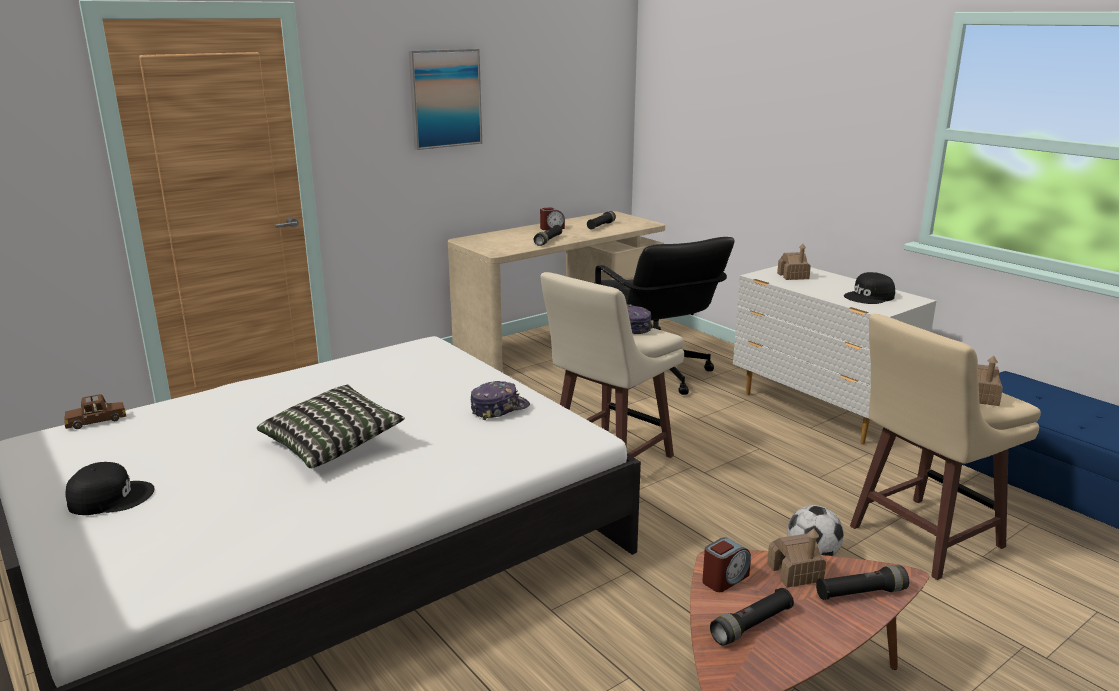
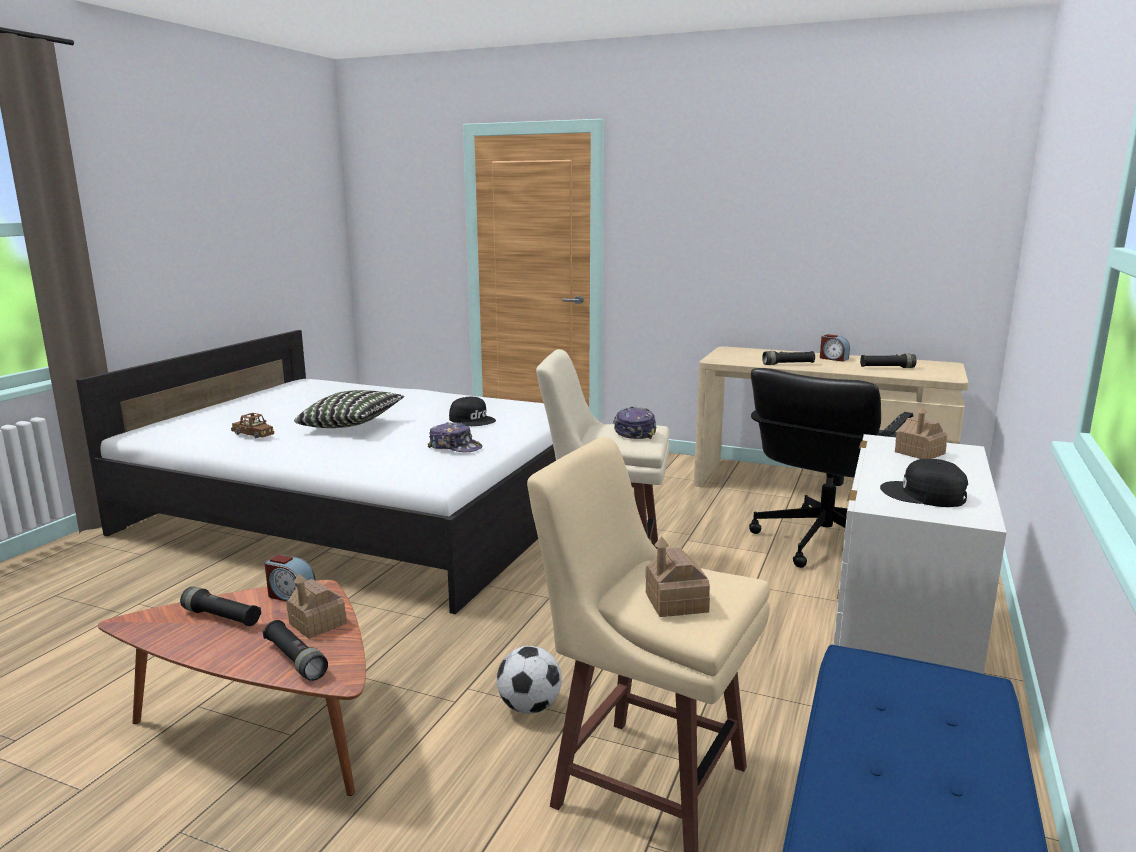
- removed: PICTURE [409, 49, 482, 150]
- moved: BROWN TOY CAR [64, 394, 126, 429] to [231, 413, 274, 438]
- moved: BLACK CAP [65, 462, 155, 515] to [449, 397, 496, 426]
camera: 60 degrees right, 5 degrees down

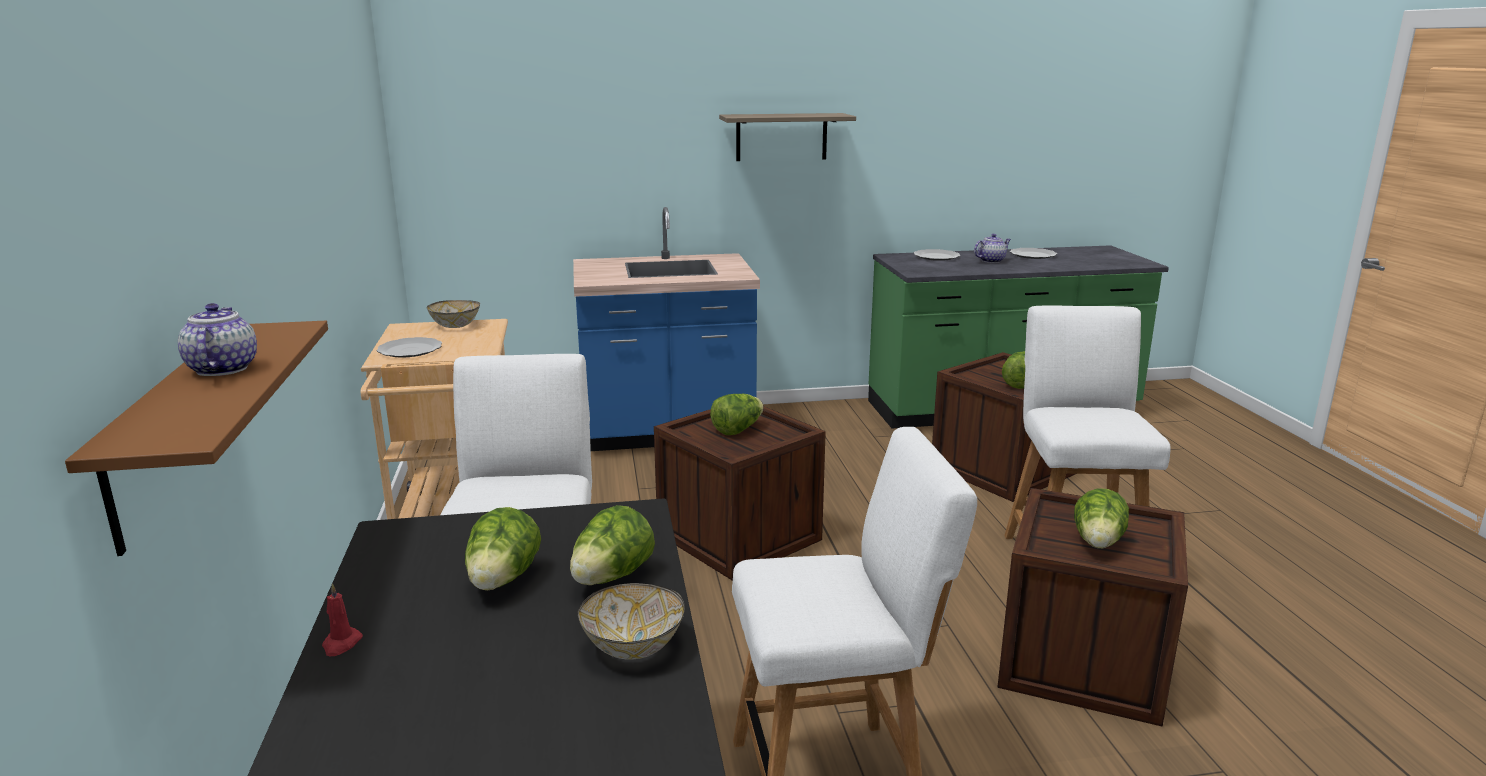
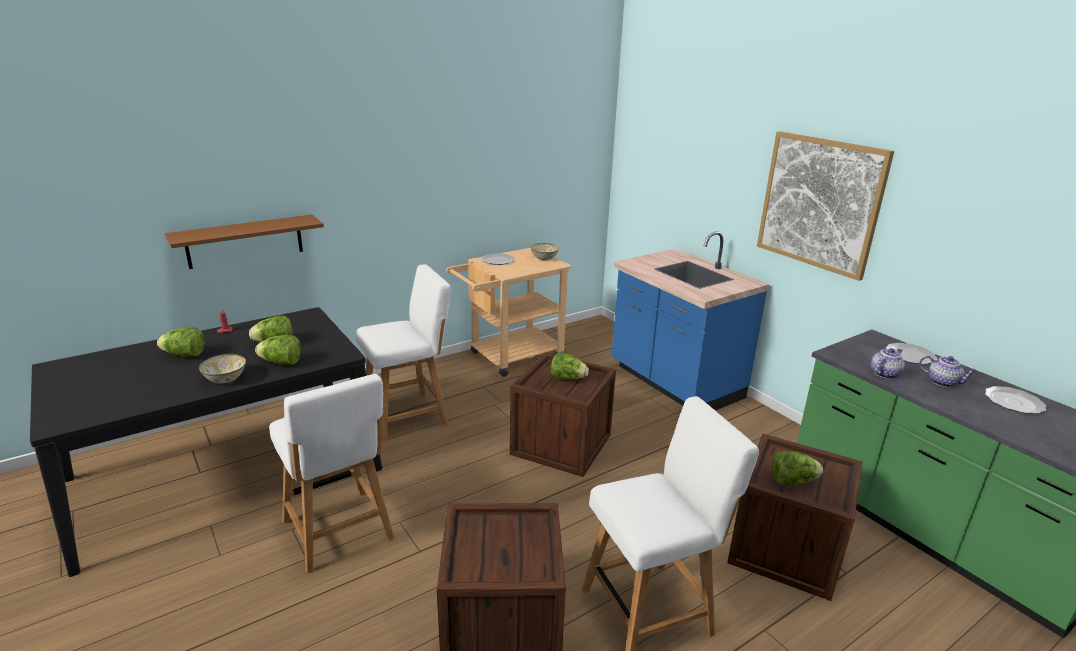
- replaced: SHELF [719, 113, 856, 161] to PICTURE [757, 131, 894, 281]
- moved: TEAPOT [178, 303, 257, 376] to [871, 348, 905, 379]
- moved: LETTUCE [1074, 488, 1129, 548] to [157, 327, 205, 357]
camera: 65 degrees right, 5 degrees up

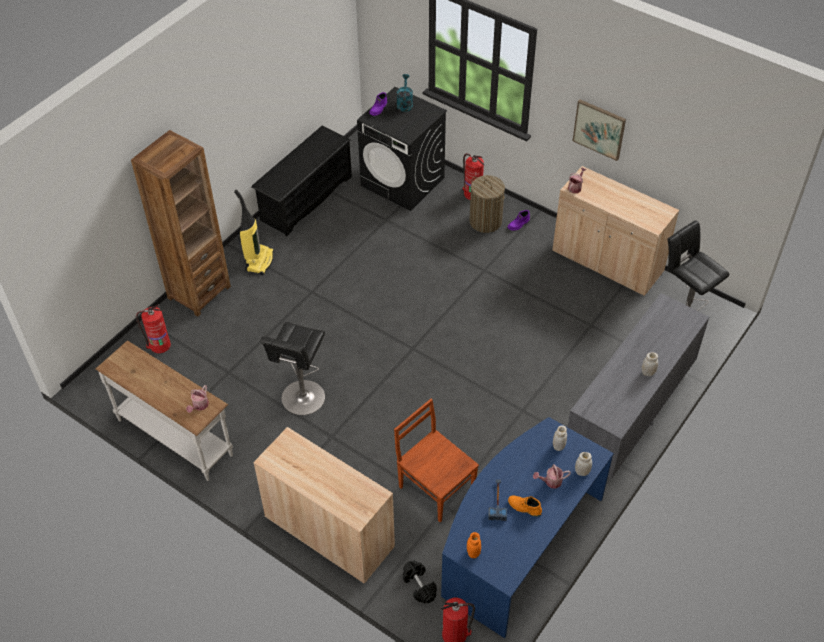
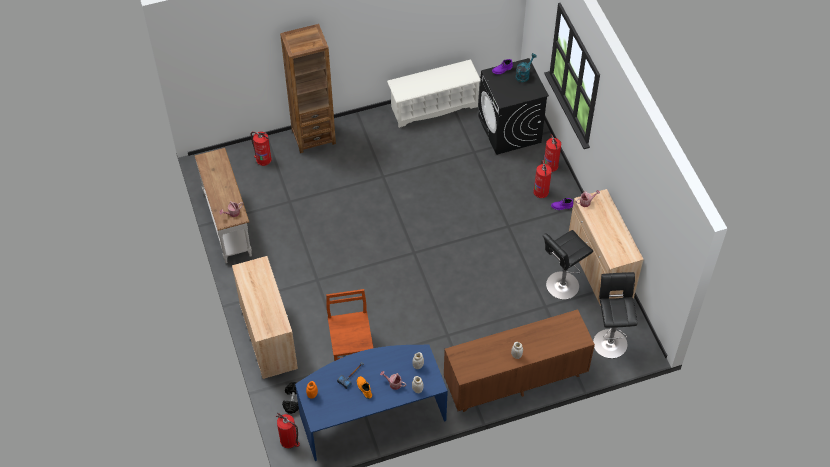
- removed: PICTURE [573, 100, 626, 161]
- recoloured: BLACK SHOE RACK [251, 126, 352, 237] to WHITE SHOE RACK [387, 60, 481, 128]
- replaced: LAUNDRY BASKET [469, 175, 505, 233] to FIRE EXTINGUISHER [534, 160, 552, 198]
- removed: VACUUM CLEANER [234, 190, 274, 275]
- recoloured: GREY DRESSER [567, 293, 709, 479] to BROWN DRESSER [444, 309, 595, 412]
- moved: BLACK STOOL [260, 322, 325, 415] to [543, 230, 593, 300]
camera: 35 degrees right, 5 degrees up

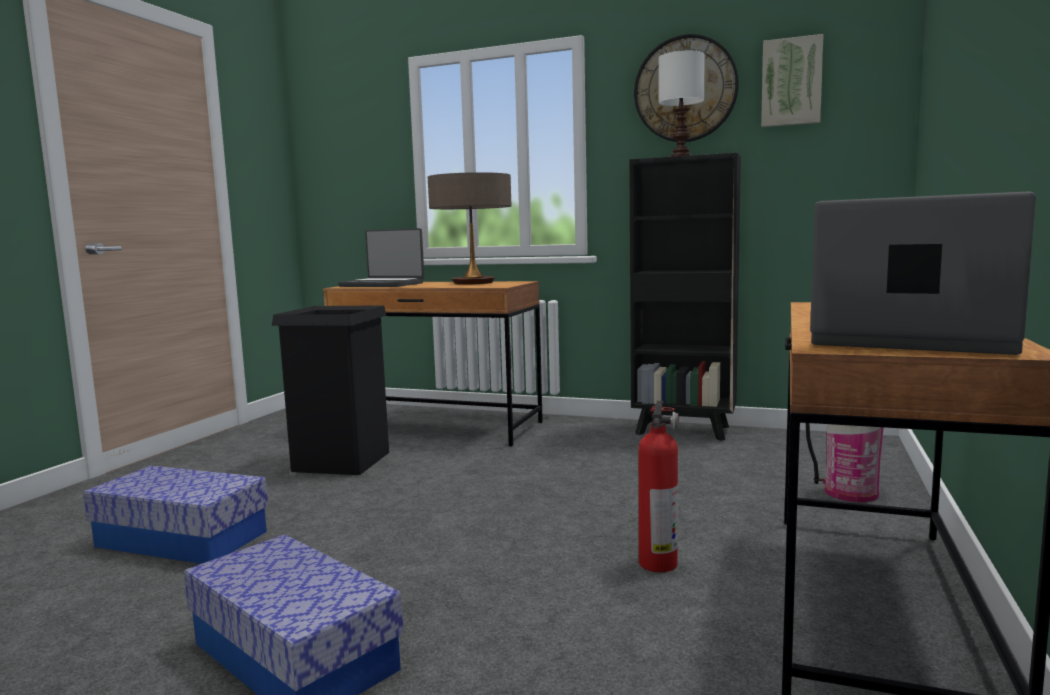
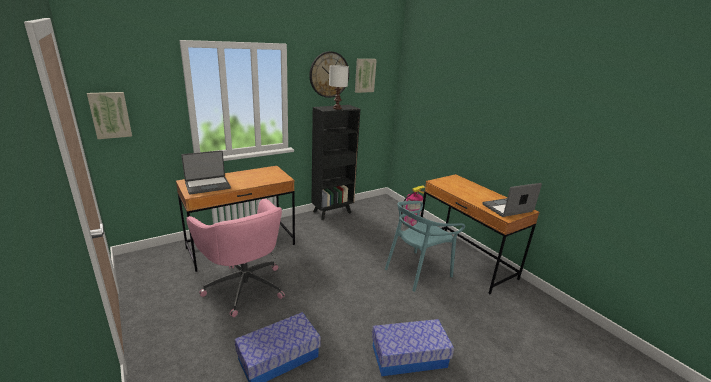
- removed: TABLE LAMP [428, 172, 511, 285]
- replaced: BLACK TRASH CAN [272, 305, 389, 475] to PINK OFFICE CHAIR [186, 199, 285, 317]
- replaced: FIRE EXTINGUISHER [639, 401, 679, 572] to TURQUOISE CHAIR [385, 201, 465, 292]
- added: PICTURE [87, 92, 132, 139]
camera: 55 degrees left, 15 degrees up

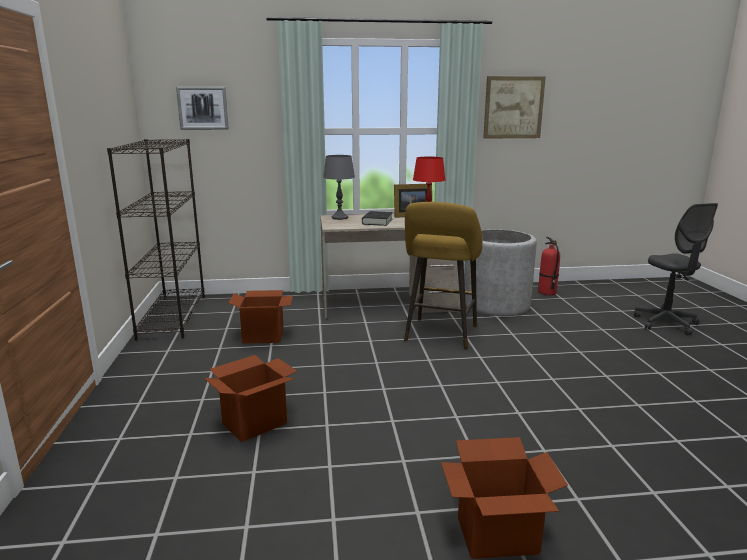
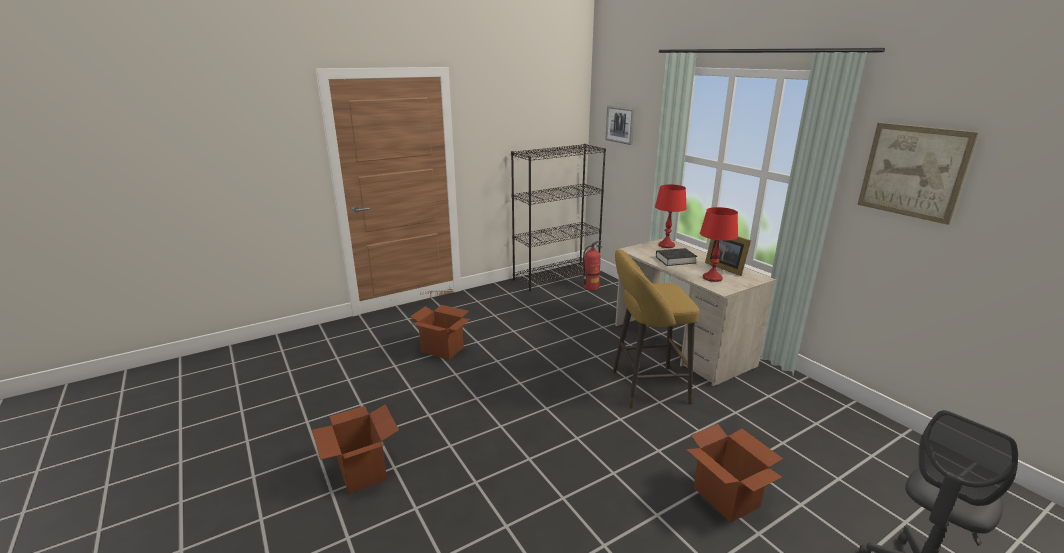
- recoloured: GREY TABLE LAMP [323, 155, 355, 220] to RED TABLE LAMP [655, 184, 687, 248]
- removed: GREY PLANTER [464, 229, 537, 316]
- moved: FIRE EXTINGUISHER [538, 237, 560, 295] to [583, 240, 601, 291]
- moved: CARDBOARD BOX [228, 290, 293, 343] to [686, 424, 783, 523]
camera: 65 degrees right, 5 degrees up

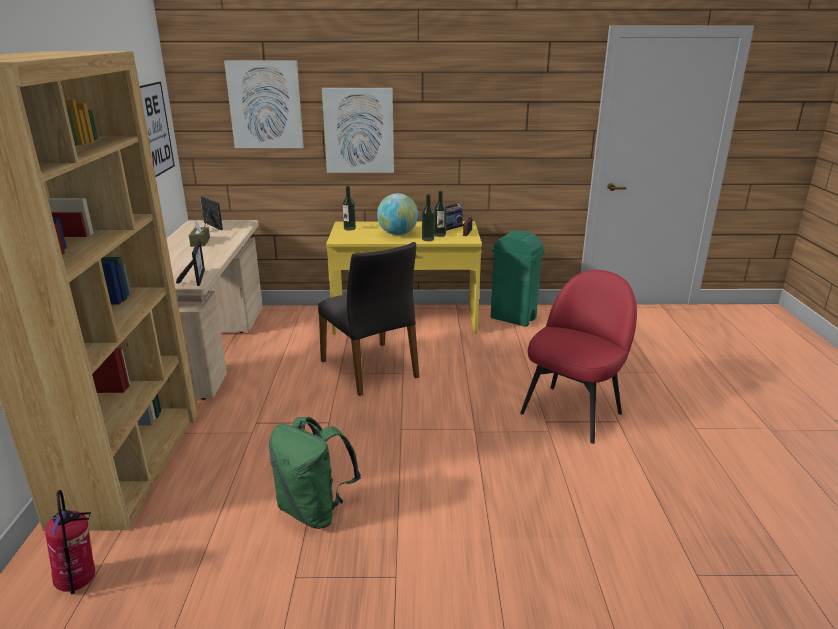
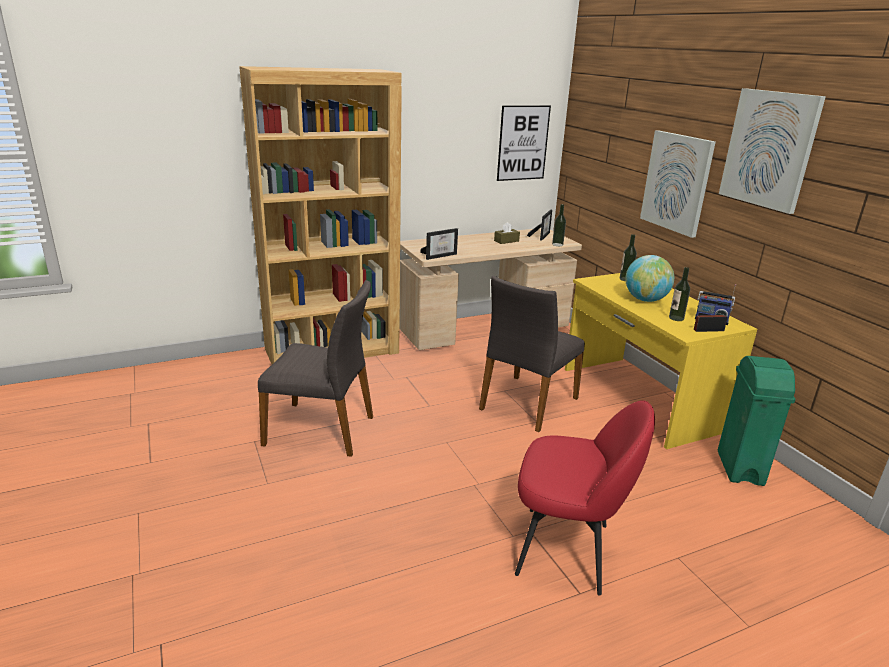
- moved: PICTURE [224, 61, 304, 148] to [719, 88, 826, 214]
- moved: BOTTLE [422, 194, 435, 241] to [552, 204, 566, 246]
- replaced: GREEN BACKPACK [269, 417, 361, 529] to GREY CHAIR [258, 280, 373, 457]
- removed: FIRE EXTINGUISHER [45, 490, 95, 594]
camera: 65 degrees right, 0 degrees up

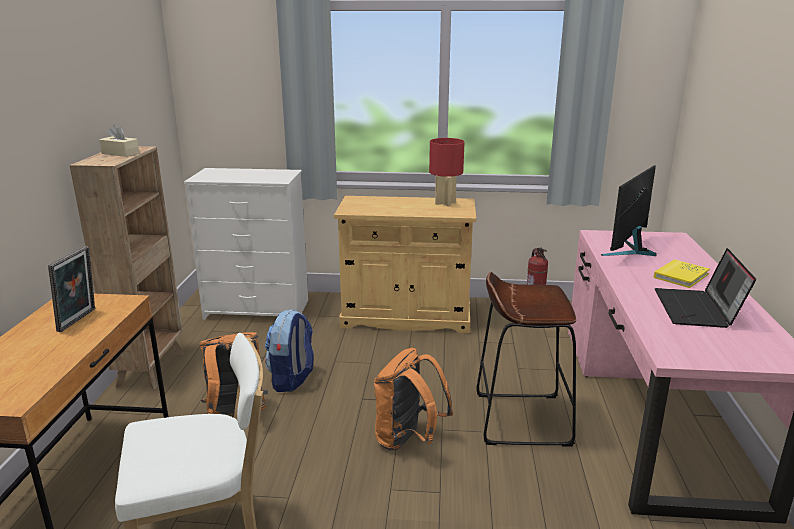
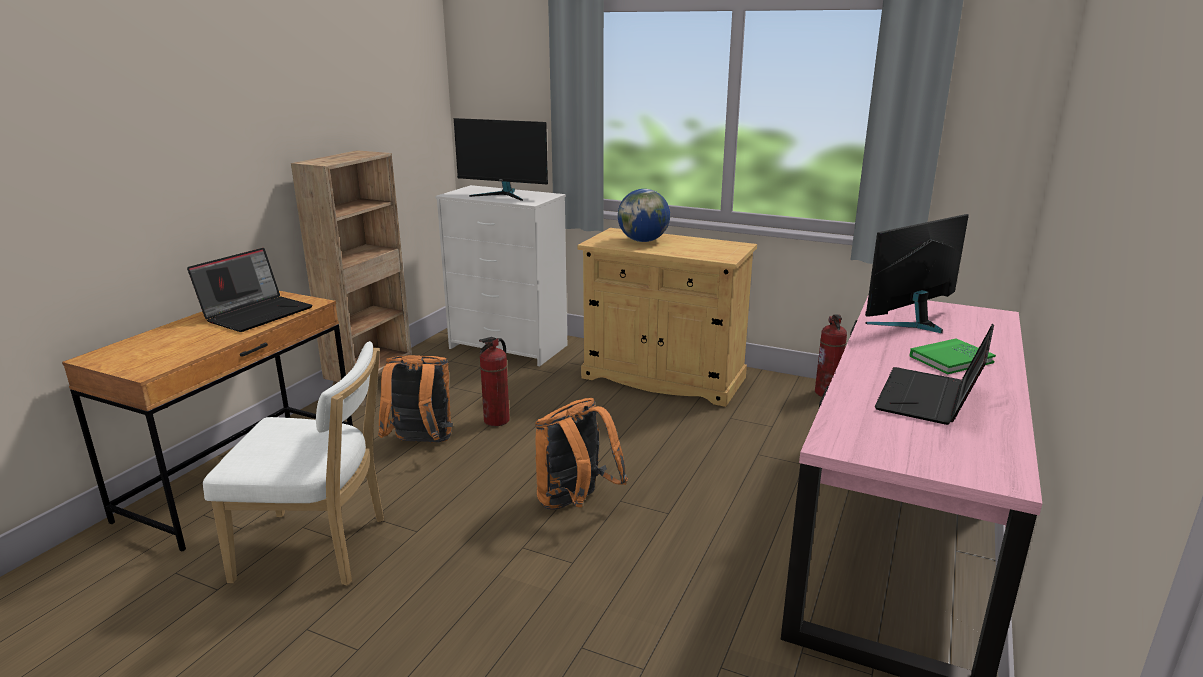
- removed: BEIGE TISSUE BOX [99, 125, 139, 157]
- removed: RED TABLE LAMP [429, 138, 465, 206]
- replaced: PICTURE FRAME [48, 246, 95, 332] to LAPTOP [187, 248, 313, 332]
- recoloured: YELLOW BOOK [653, 259, 710, 288] to GREEN BOOK [910, 338, 996, 374]
- removed: BROWN STOOL [477, 272, 577, 447]
- replaced: BACKPACK [265, 309, 314, 392] to FIRE EXTINGUISHER [479, 337, 510, 426]
- added: MONITOR [454, 118, 548, 201]
- added: GLOBE [618, 189, 670, 242]
camera: 20 degrees right, 0 degrees up

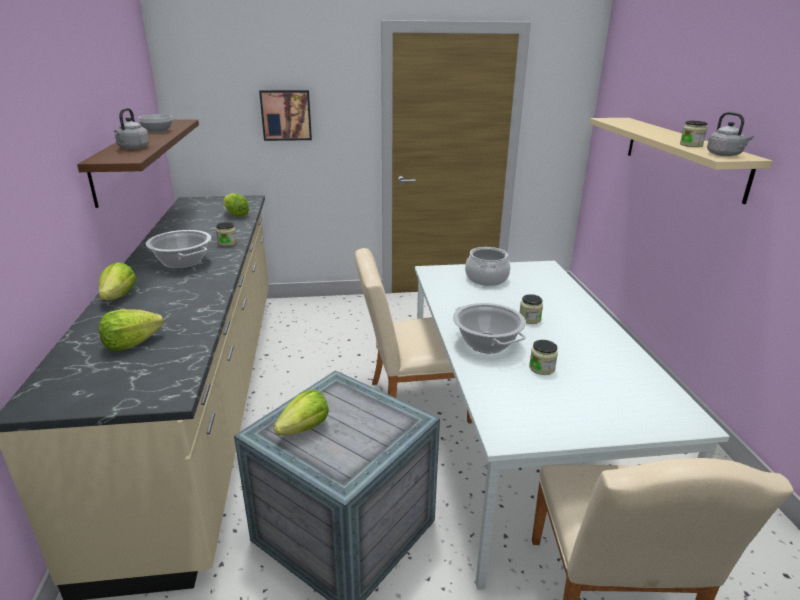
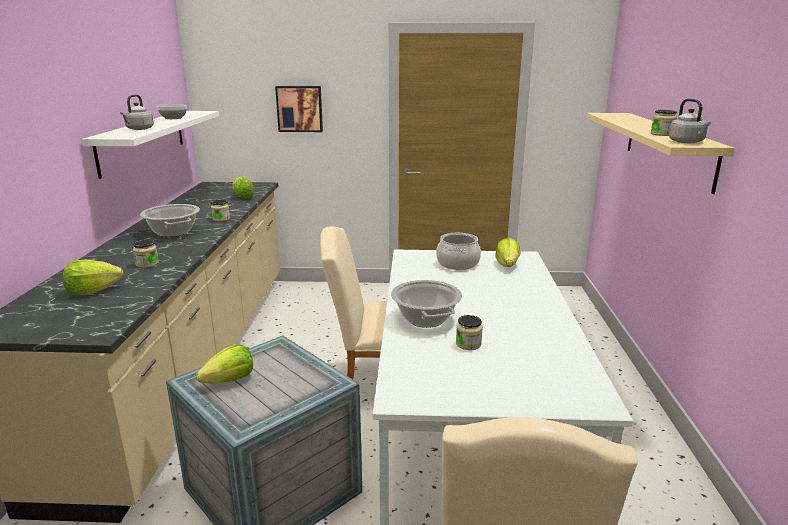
- recoloured: BROWN SHELF [77, 119, 199, 208] to WHITE SHELF [82, 111, 219, 179]
- moved: LETTUCE [99, 262, 136, 300] to [495, 238, 521, 267]
- moved: JAR [520, 294, 543, 324] to [133, 239, 159, 268]
camera: 10 degrees right, 5 degrees down

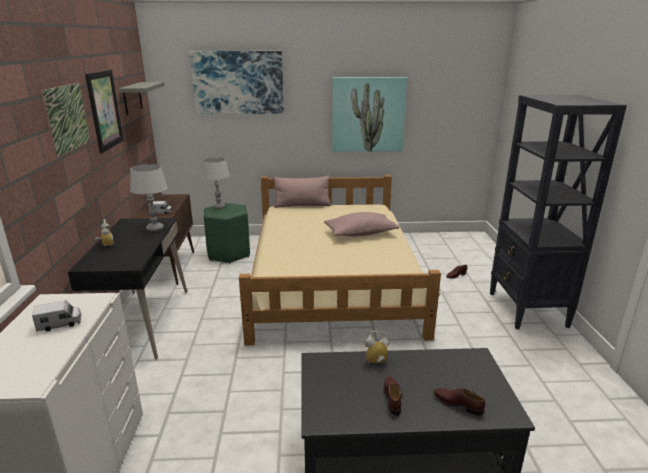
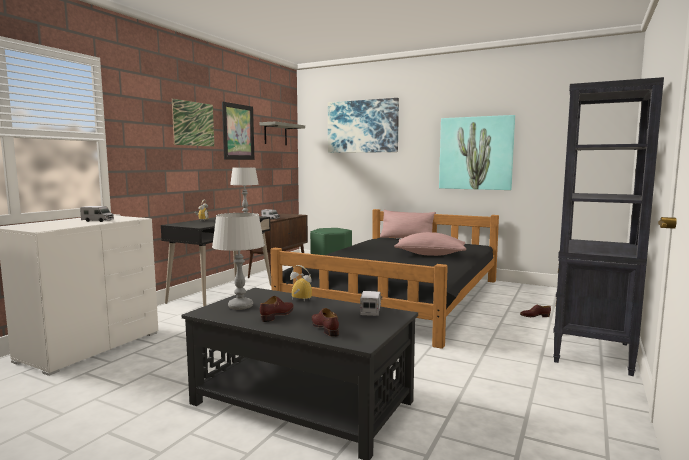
- moved: GREY TABLE LAMP [202, 157, 230, 209] to [212, 213, 265, 310]
- recoloured: BEIGE BED [239, 175, 441, 346] to BLACK BED [271, 209, 499, 349]
- added: TOY TRUCK [360, 291, 382, 316]
camera: 30 degrees right, 15 degrees down

